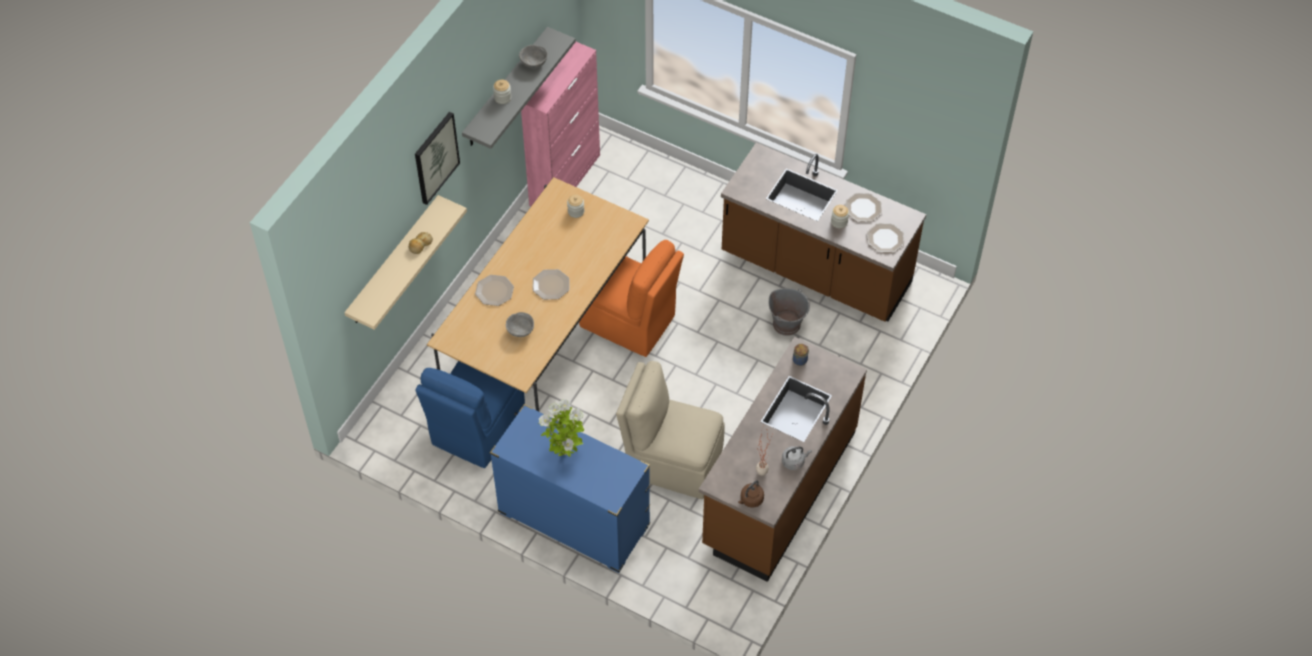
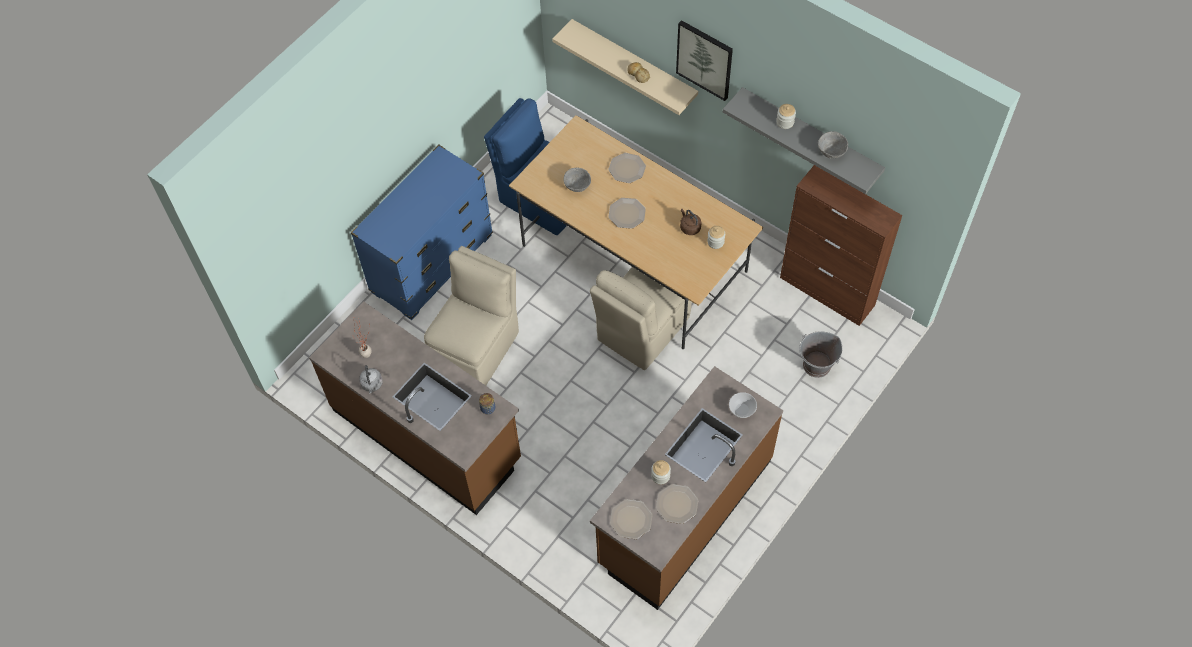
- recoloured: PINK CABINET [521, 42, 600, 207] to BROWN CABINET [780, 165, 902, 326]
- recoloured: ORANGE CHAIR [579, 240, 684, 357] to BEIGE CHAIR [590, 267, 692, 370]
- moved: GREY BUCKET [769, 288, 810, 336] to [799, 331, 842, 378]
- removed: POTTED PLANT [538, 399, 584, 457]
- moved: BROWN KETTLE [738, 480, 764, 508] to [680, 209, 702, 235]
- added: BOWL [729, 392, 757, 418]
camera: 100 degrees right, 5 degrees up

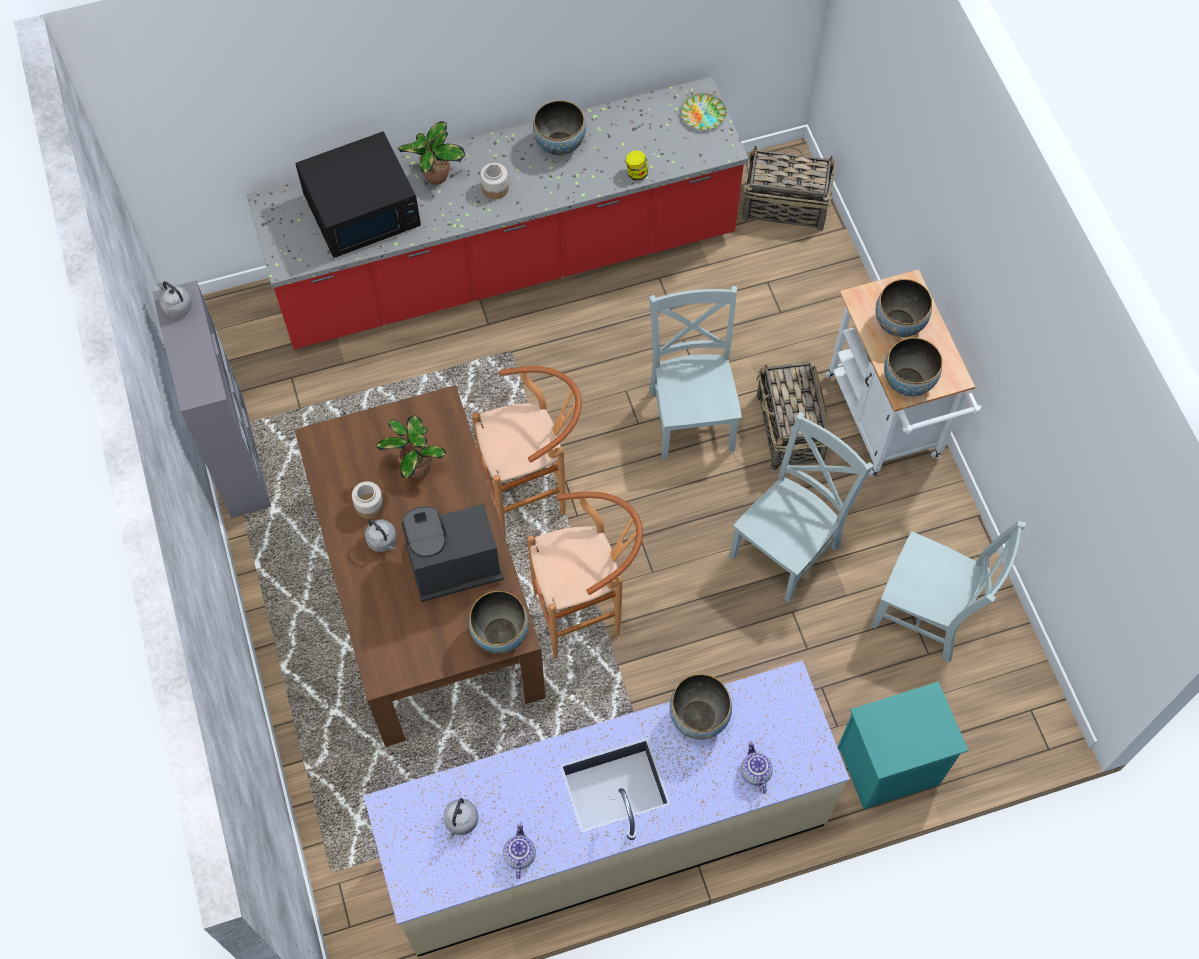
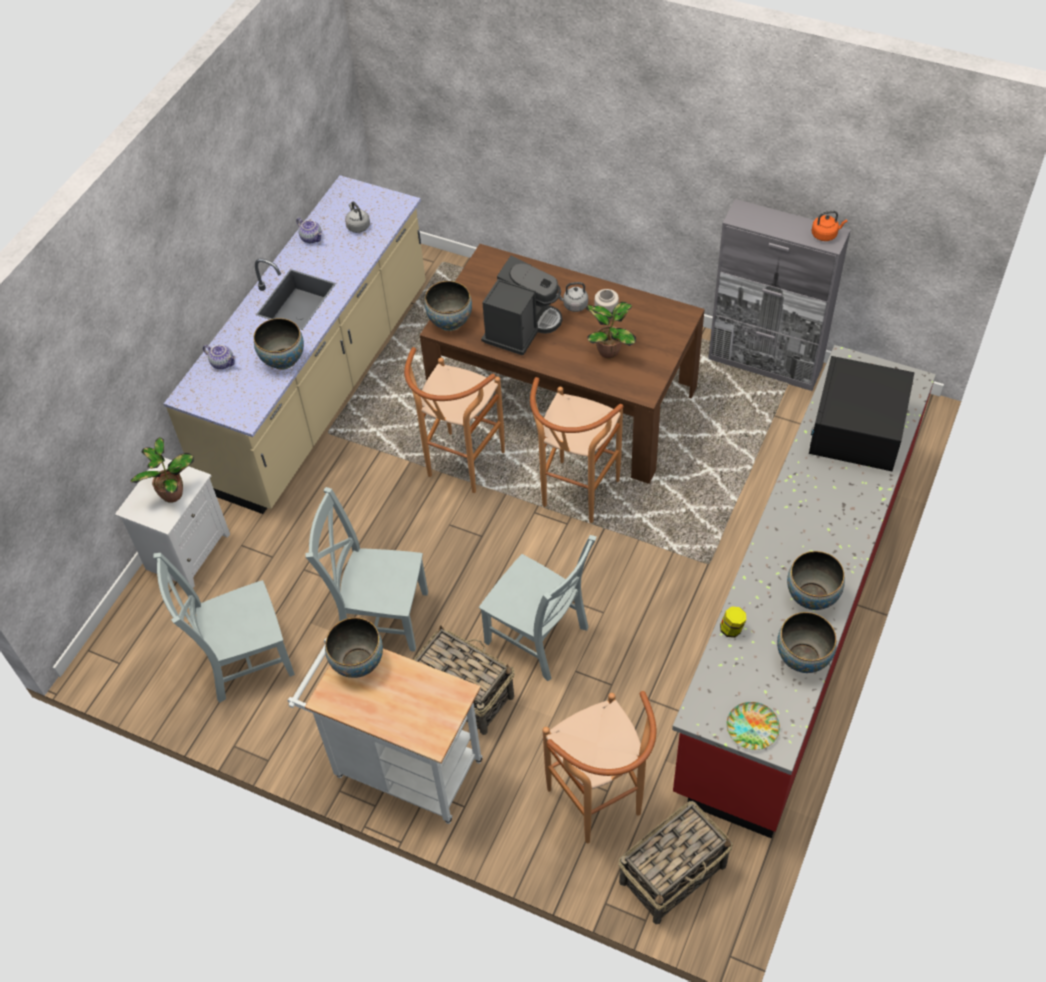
- moved: POTTED PLANT [398, 121, 465, 185] to [130, 437, 194, 503]
- removed: JAR [480, 163, 509, 199]
- moved: BOWL [876, 279, 932, 337] to [777, 612, 837, 673]
- recoloured: GREY KETTLE [157, 281, 192, 318] to ORANGE KETTLE [812, 211, 847, 241]
- turned: GREY CHAIR [729, 412, 873, 603] = [305, 487, 428, 652] 105 degrees clockwise
- recoloured: TURQUOISE NIGHTSTAND [837, 682, 968, 809] to WHITE NIGHTSTAND [115, 457, 230, 588]
- added: BROWN STOOL [543, 691, 656, 843]
camera: 135 degrees right, 10 degrees down

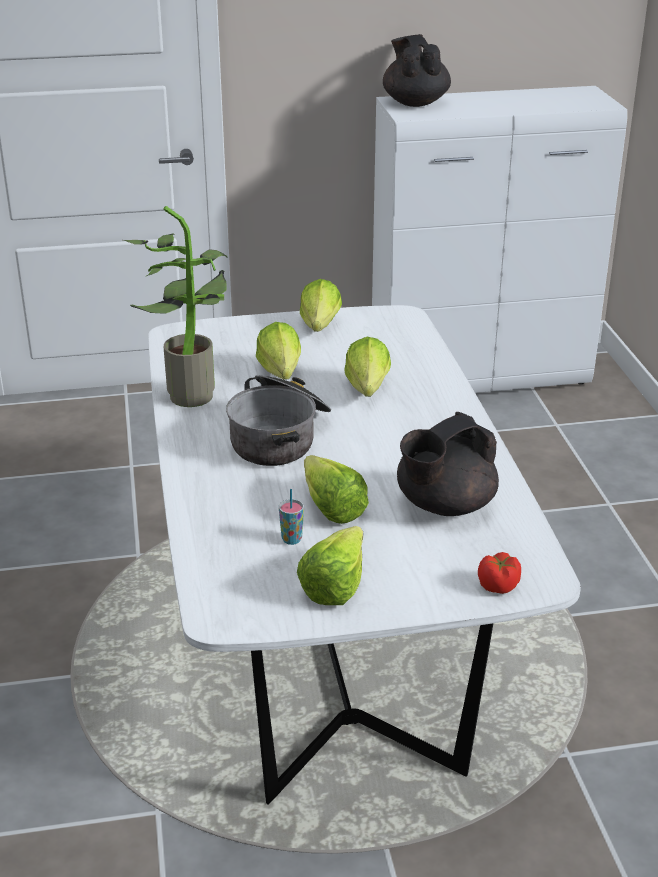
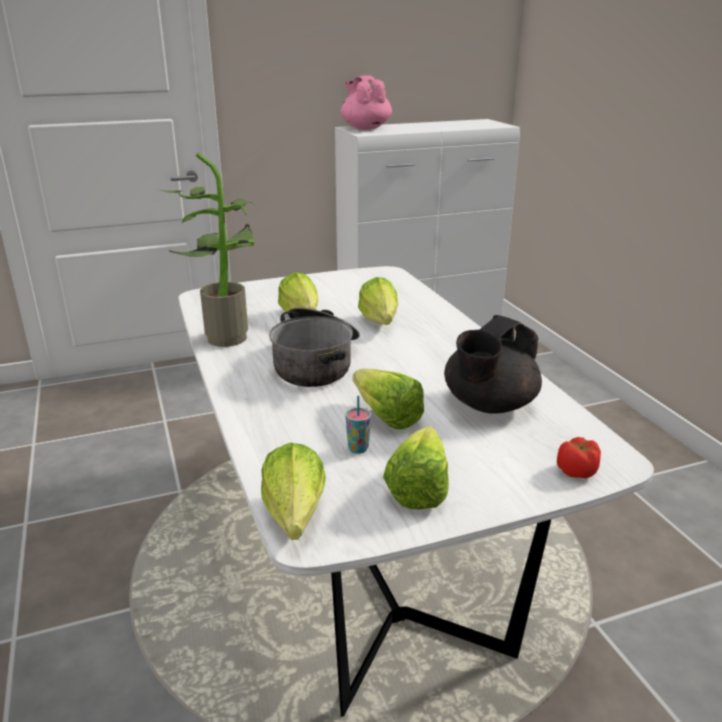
- recoloured: BLACK TEAPOT [383, 34, 451, 107] to PINK TEAPOT [341, 75, 392, 130]
- moved: LETTUCE [300, 279, 342, 332] to [261, 443, 326, 540]
camera: 10 degrees left, 5 degrees down

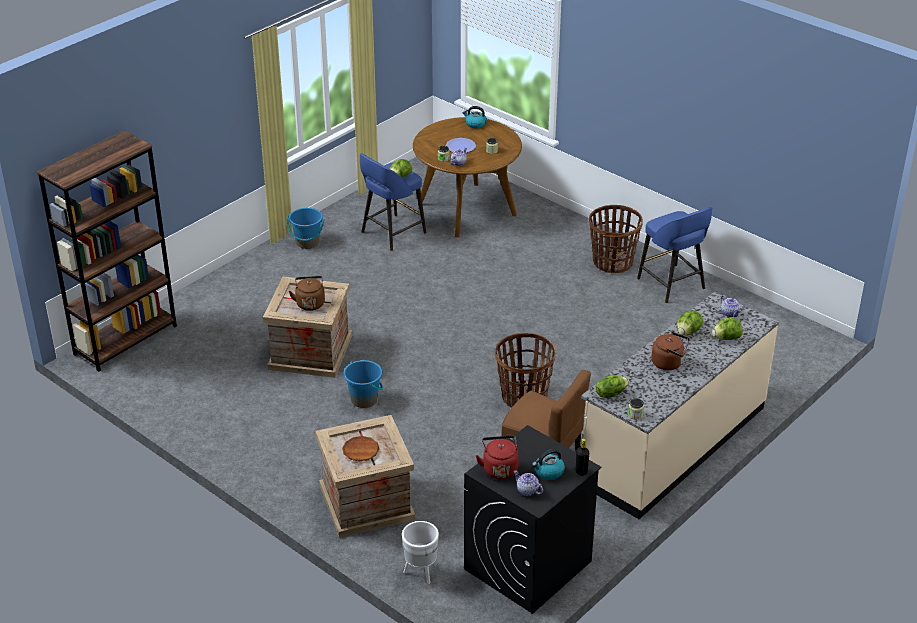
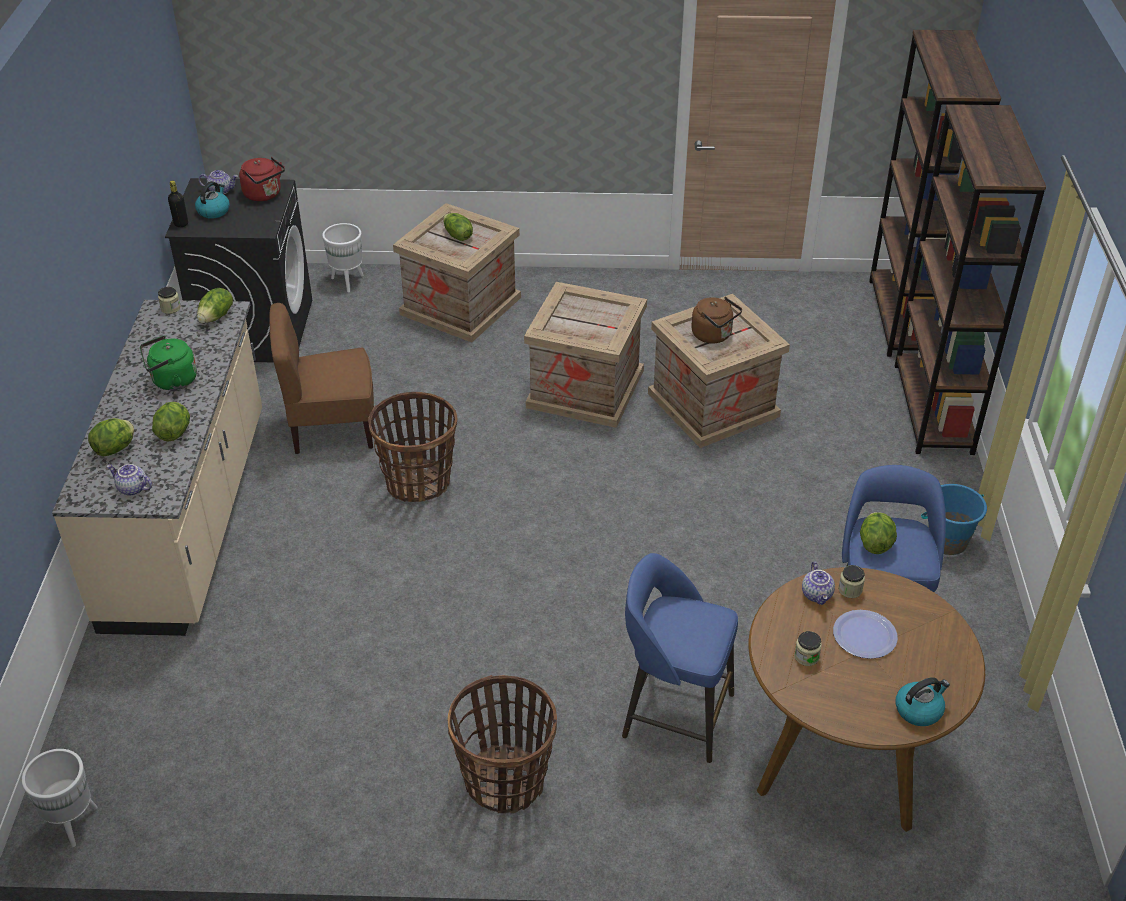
- moved: BLUE STOOL [637, 207, 712, 303] to [622, 553, 738, 763]
- recoloured: BROWN KETTLE [651, 332, 689, 370] to GREEN KETTLE [140, 335, 197, 390]
- replaced: BLUE BUCKET [344, 360, 384, 408] to CRATE [524, 282, 647, 428]
- replaced: BROWN PLATE [342, 436, 379, 461] to LETTUCE [443, 213, 473, 241]
- added: BROWN BOOKCASE [895, 104, 1046, 455]
- added: WHITE PLANTER [22, 749, 98, 847]
camera: 140 degrees right, 5 degrees up

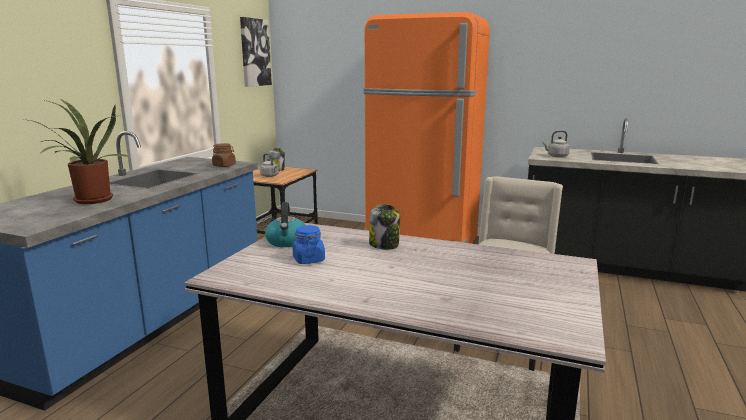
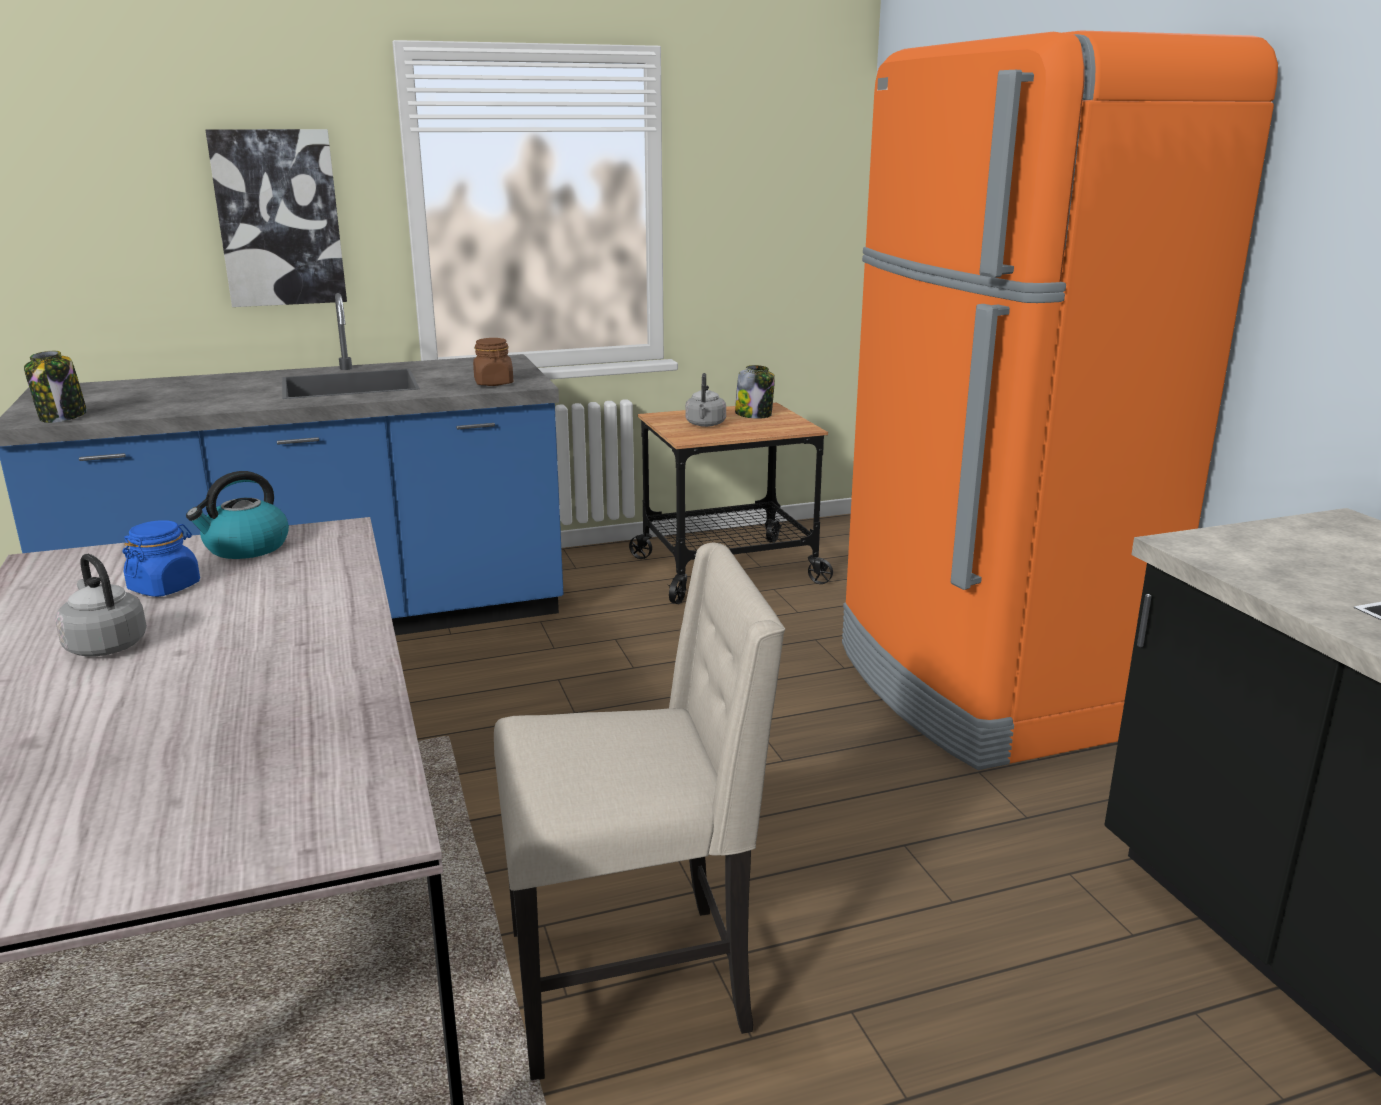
- moved: PICTURE [240, 17, 272, 87] to [206, 129, 347, 307]
- removed: POTTED PLANT [29, 98, 129, 204]
- moved: GREY KETTLE [542, 131, 570, 157] to [55, 554, 147, 656]
- moved: JAR [369, 204, 400, 250] to [24, 351, 87, 423]
camera: 50 degrees right, 5 degrees up

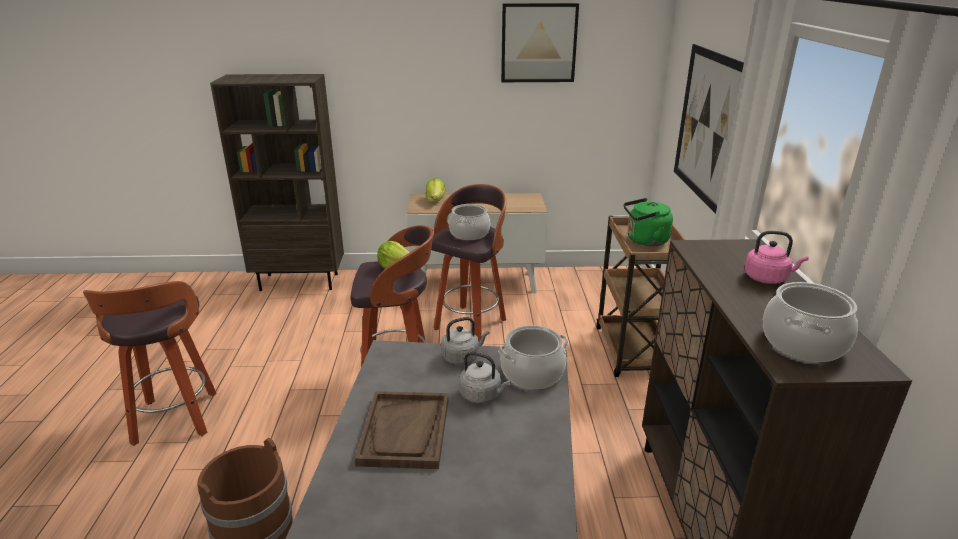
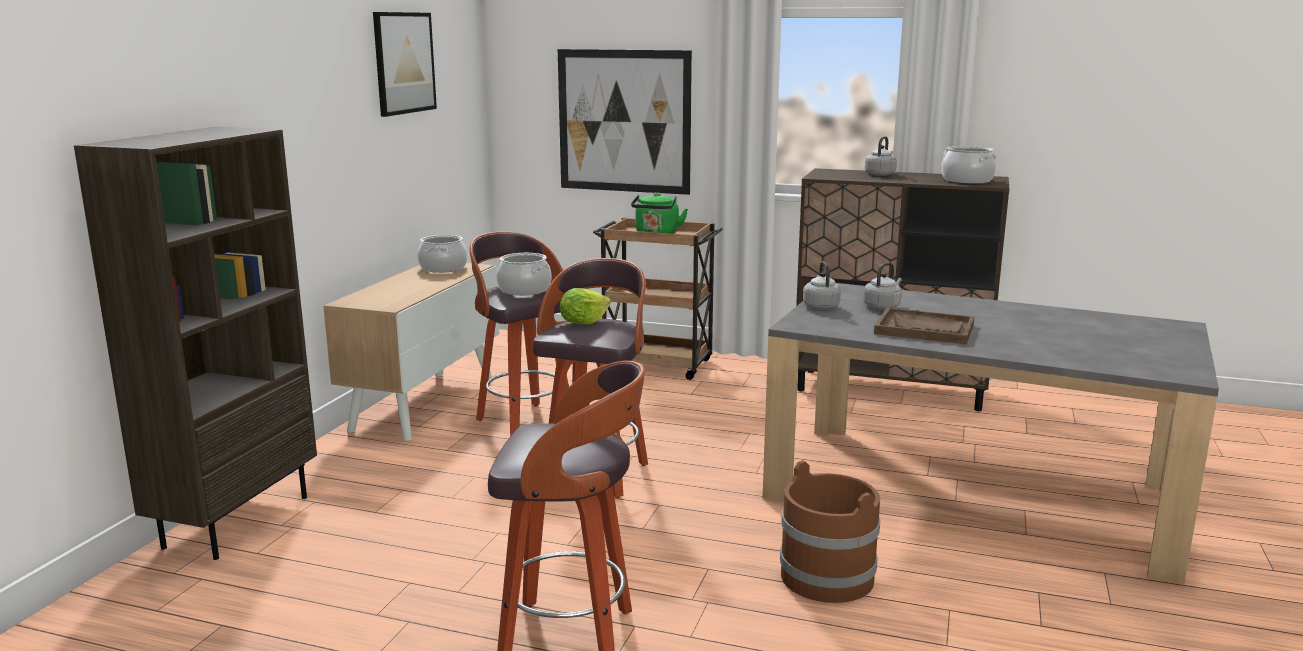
- removed: LETTUCE [425, 178, 446, 202]
- recoloured: PINK KETTLE [744, 231, 809, 284] to GREY KETTLE [865, 136, 897, 176]
- moved: COOKING POT [498, 325, 568, 389] to [418, 235, 468, 273]
camera: 70 degrees left, 10 degrees down

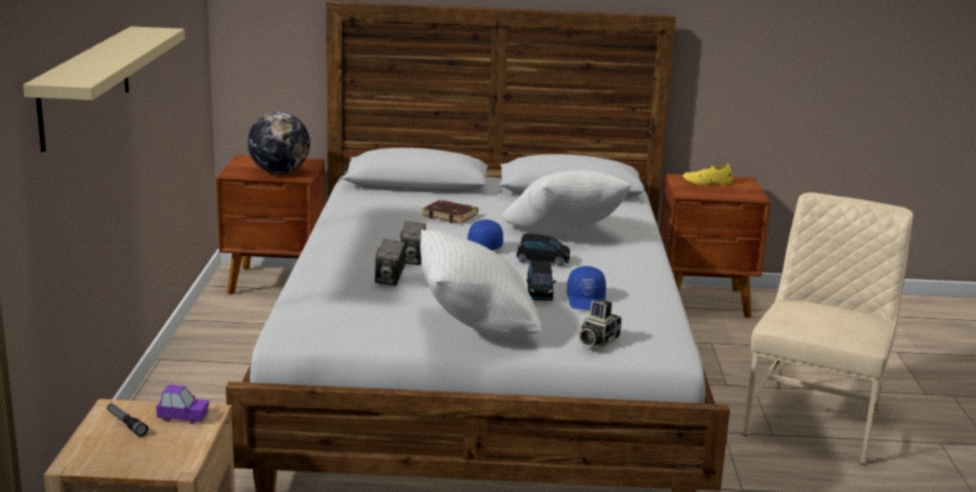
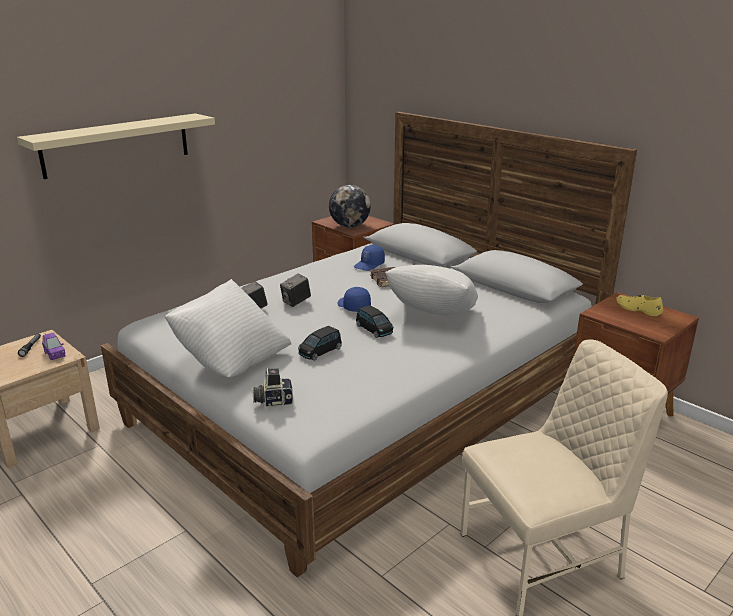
- moved: BLUE CAP [567, 266, 606, 310] to [354, 245, 385, 271]
camera: 45 degrees right, 5 degrees up

